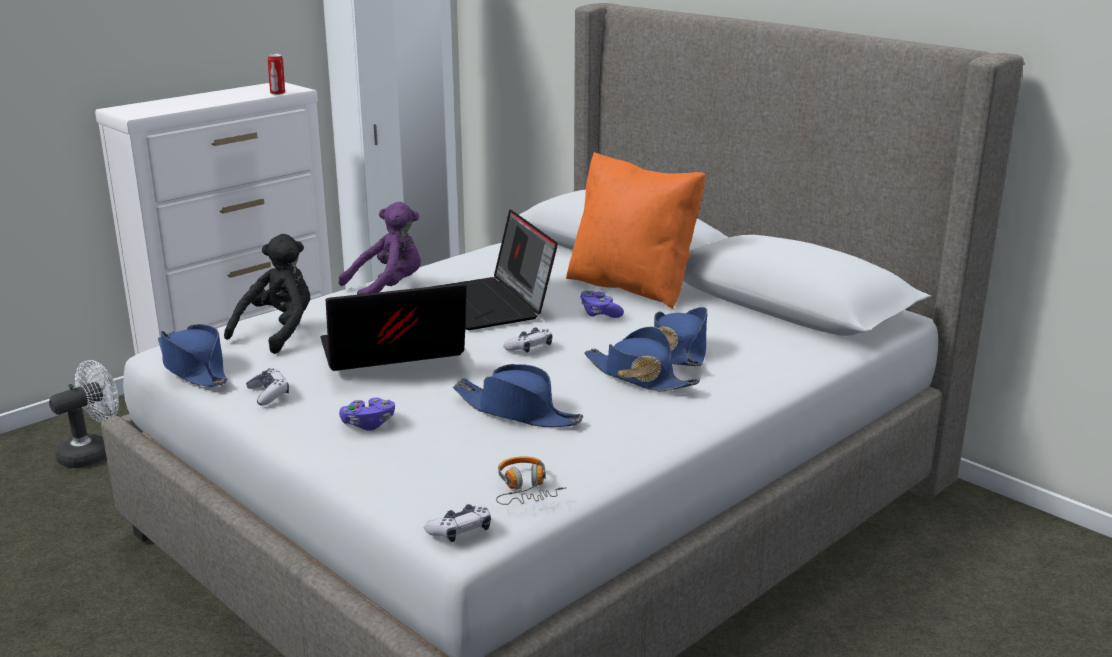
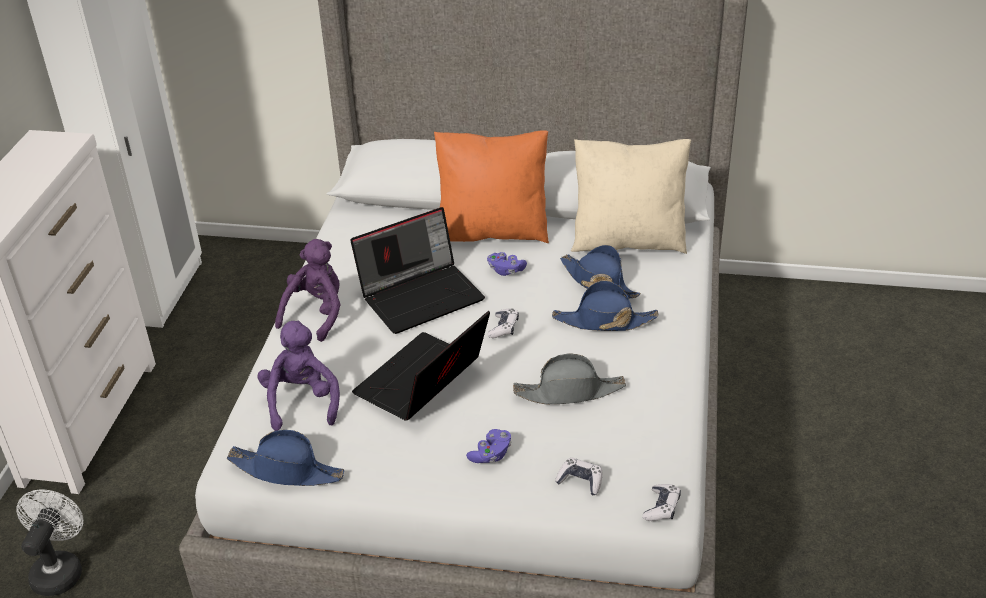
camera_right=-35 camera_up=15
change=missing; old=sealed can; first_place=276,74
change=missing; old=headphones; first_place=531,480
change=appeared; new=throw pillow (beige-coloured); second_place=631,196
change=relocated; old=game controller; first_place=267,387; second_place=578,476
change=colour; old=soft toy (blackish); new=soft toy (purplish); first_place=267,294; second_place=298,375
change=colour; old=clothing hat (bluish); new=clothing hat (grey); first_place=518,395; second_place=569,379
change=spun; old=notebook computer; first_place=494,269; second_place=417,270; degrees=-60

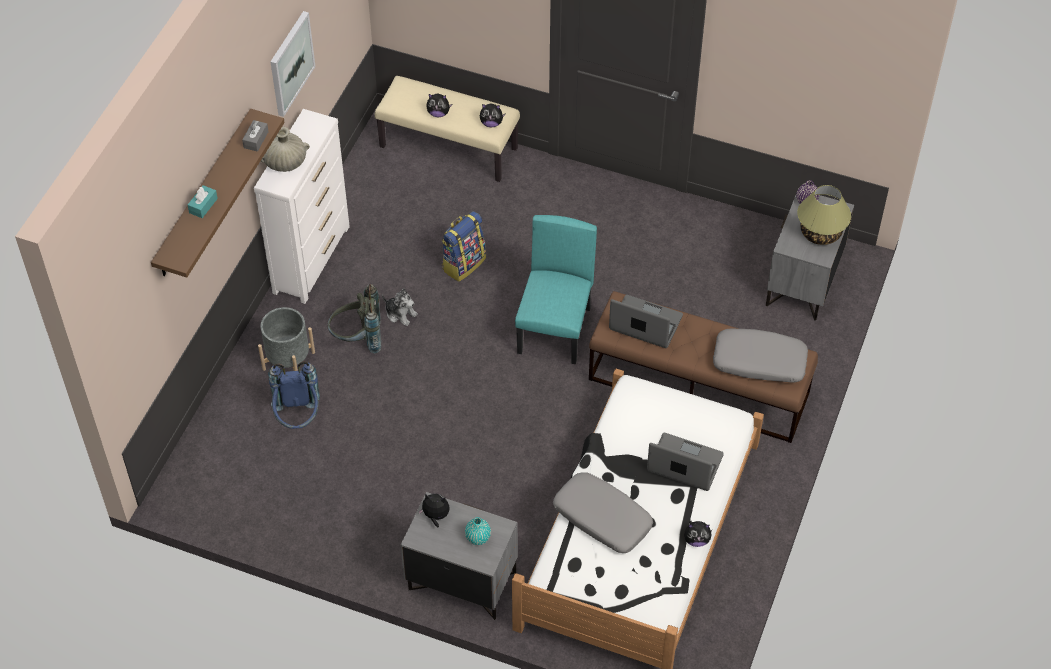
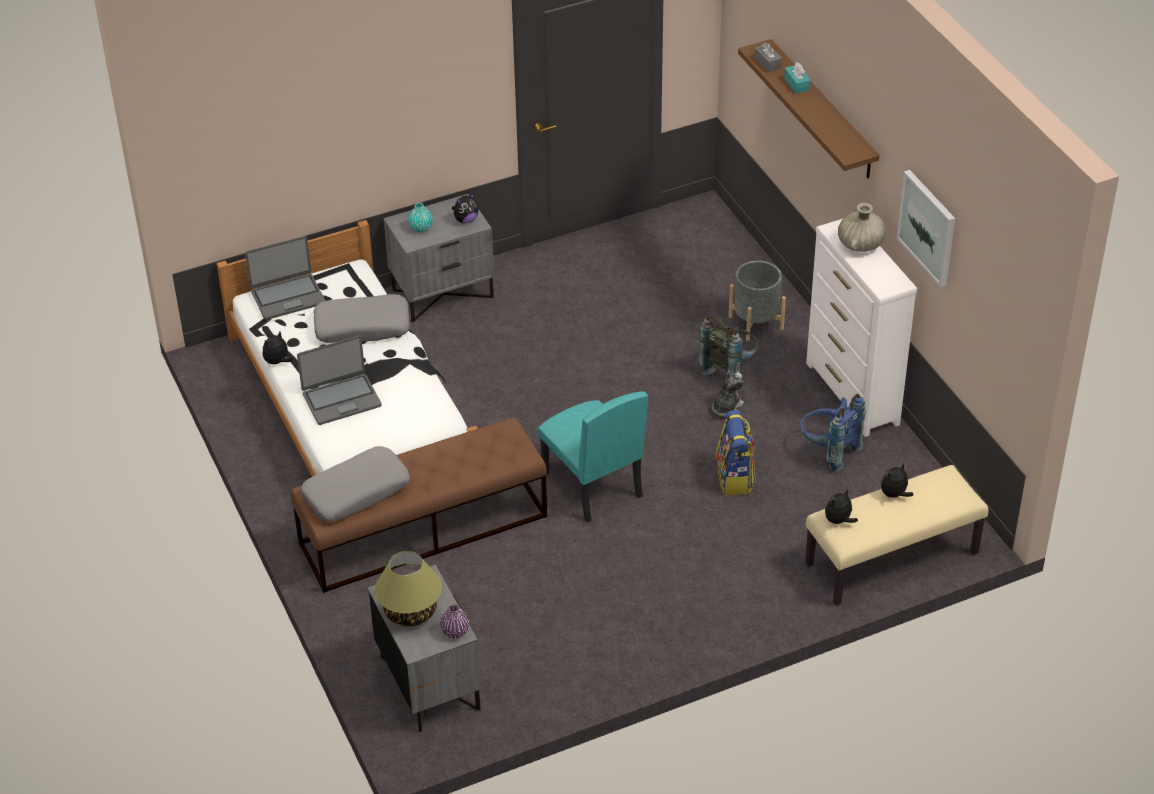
camera_right=135 camera_up=-10
change=relocated; old=tissue holder (grey); first_place=255,136; second_place=768,57
change=relocated; old=rucksack (bluish); first_place=294,395; second_place=833,433
change=relocated; old=notebook computer; first_place=646,321; second_place=285,278
change=spun; old=soft toy; first_place=400,307; second_place=728,393; degrees=135

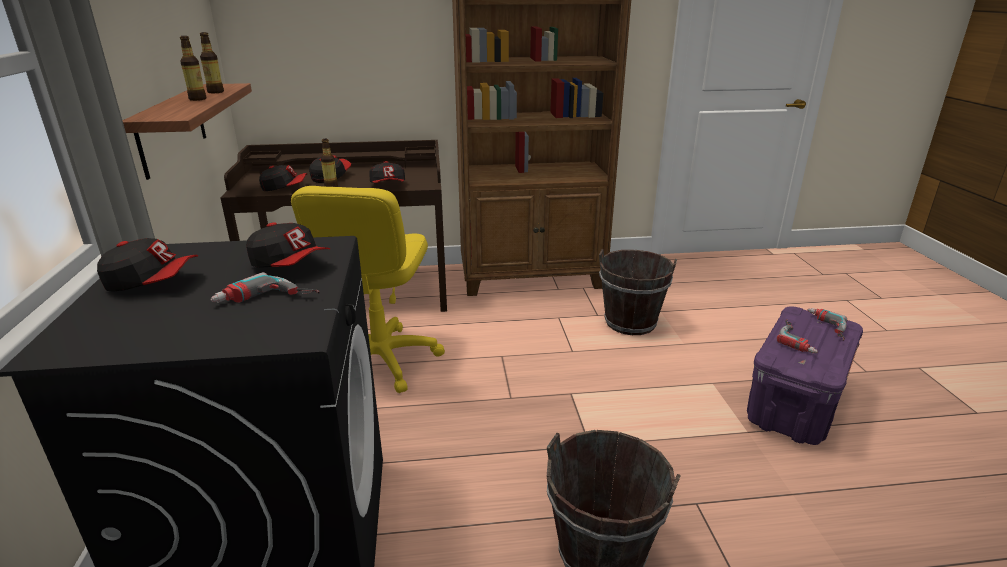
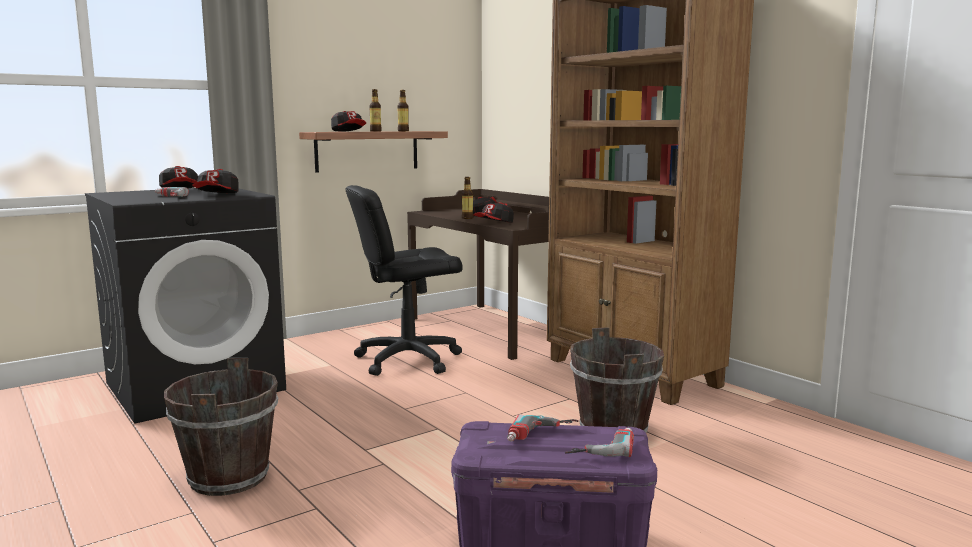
camera_right=60 camera_up=-15
change=relocated; old=baseball cap; first_place=283,178; second_place=348,121
change=colour; old=office chair (yellow); new=office chair (blackish); first_place=368,289; second_place=404,280

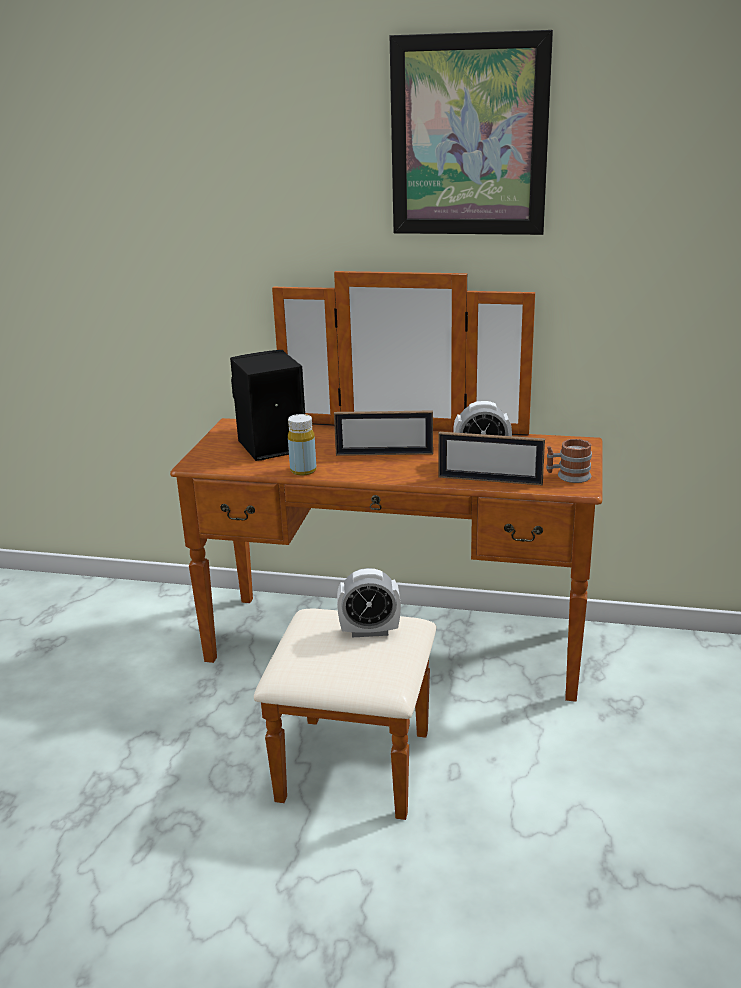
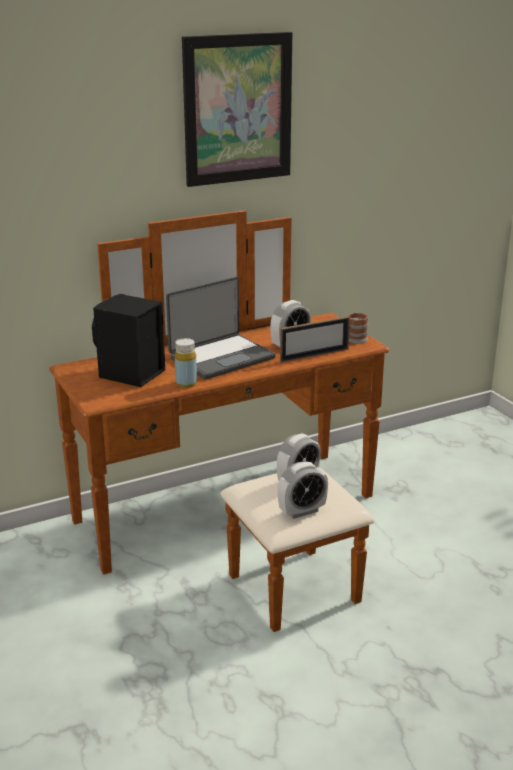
camera_right=-40 camera_up=0
change=appeared; new=bedside clock; second_place=302,490
change=exchanged; old=photo frame; new=notebook computer; first_place=383,433; second_place=221,328

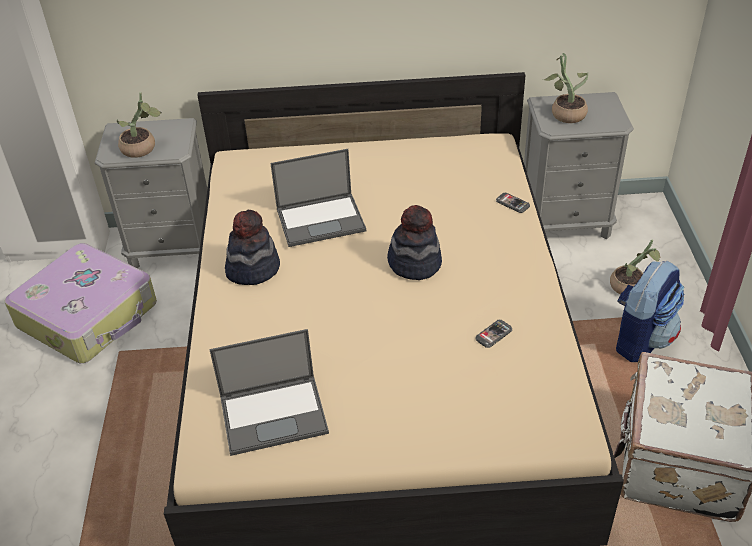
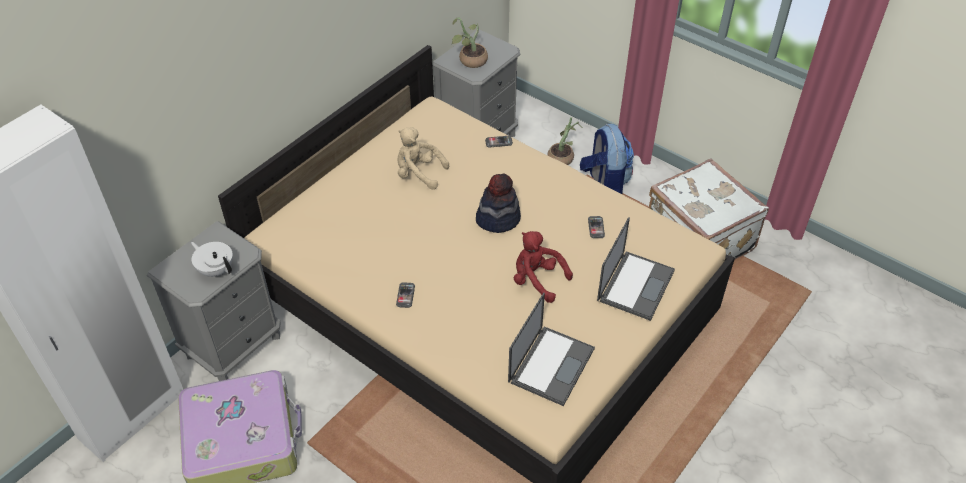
camera_right=-50 camera_up=5
change=appeared; new=soft toy (beige-coloured); second_place=423,158
change=appeared; new=soft toy (reddish); second_place=543,267
change=relocated; old=notebook computer; first_place=318,198; second_place=636,269
change=exchanged; old=potted plant; new=tea pot (whitish); first_place=139,125; second_place=212,259
change=exchanged; old=clothing hat; new=handset; first_place=252,247; second_place=405,295

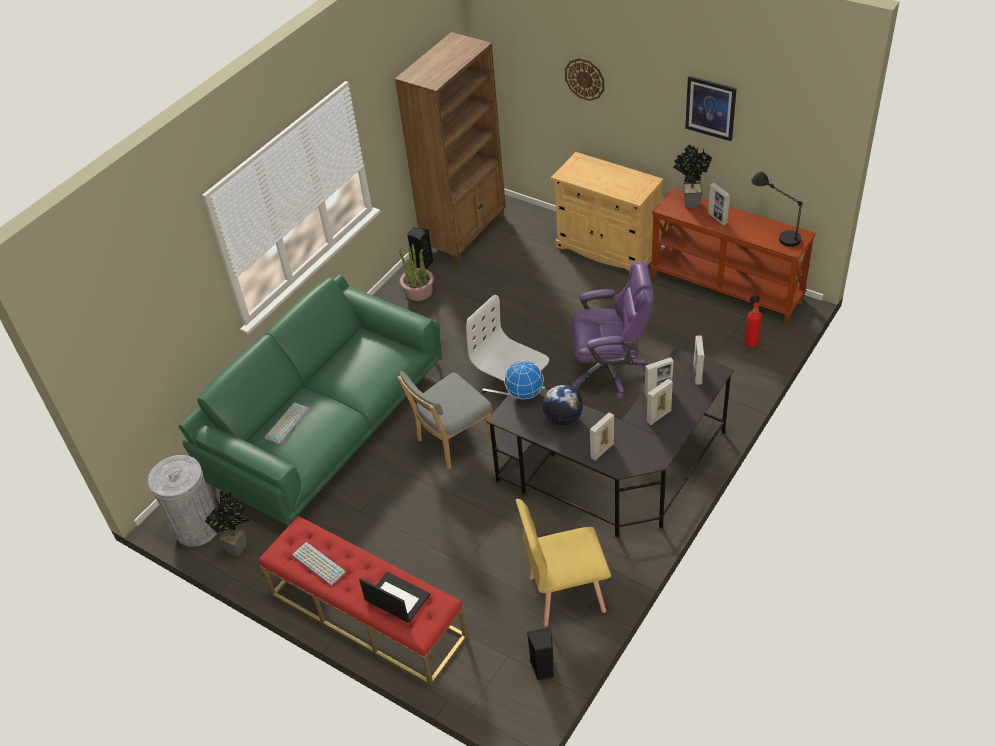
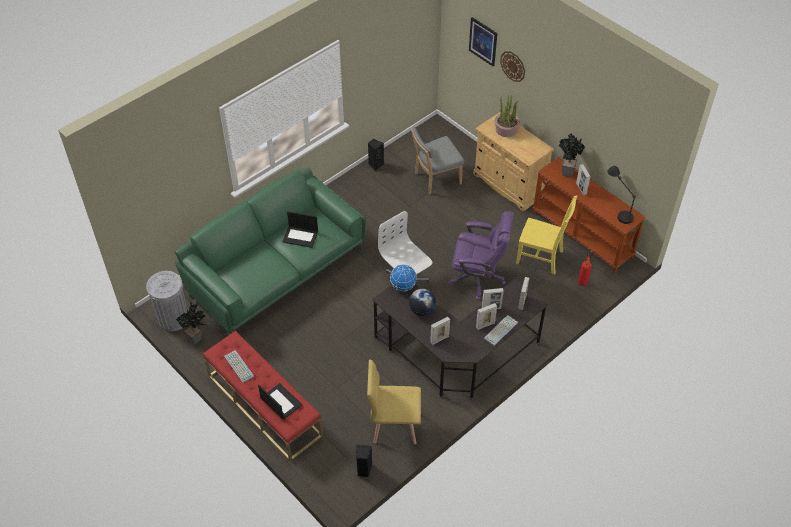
camera_right=10 camera_up=5
change=missing; old=shelving unit (brown-coloured); first_place=450,148
change=appeared; new=notebook computer; second_place=300,229
change=appeared; new=plain chair (yellow); second_place=546,235
change=relocated; old=PC keyboard; first_place=287,423; second_place=501,330
change=relocated; old=plain chair (grey); first_place=445,420; second_place=437,160
change=relocated; old=potted plant; first_place=416,272; second_place=507,116
change=relocated; old=wall picture; first_place=711,108; second_place=483,41

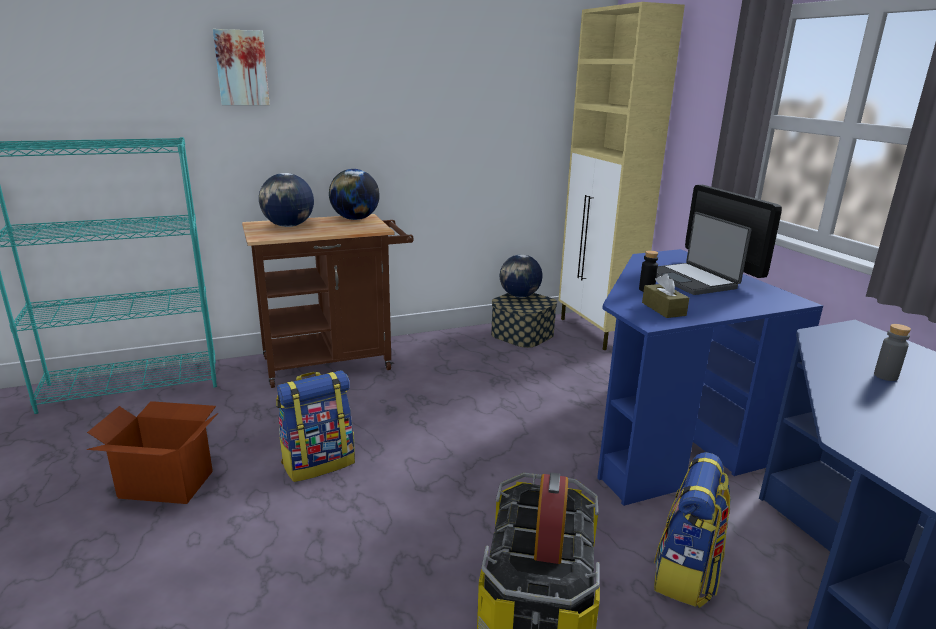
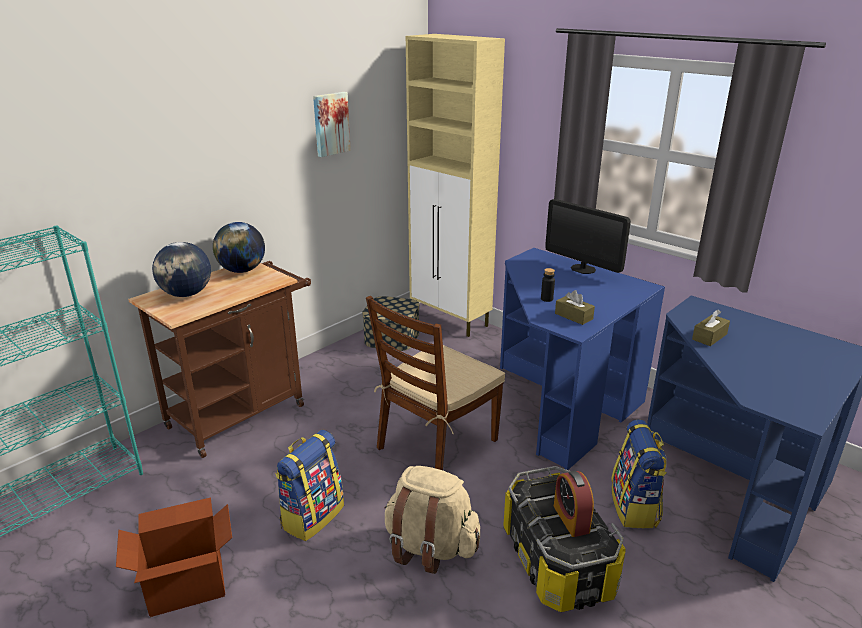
camera_right=-25 camera_up=5
change=missing; old=globe; first_place=521,275
change=missing; old=notebook computer; first_place=704,253
change=missing; old=drink bottle (grey); first_place=892,352
change=appeared; new=plain chair (brown-coloured); second_place=435,383
change=appeared; new=rucksack (beige-coloured); second_place=432,520
change=appeared; new=tissue holder (brown-coloured); second_place=711,328
change=relocated; old=wall picture; first_place=241,67; second_place=332,124

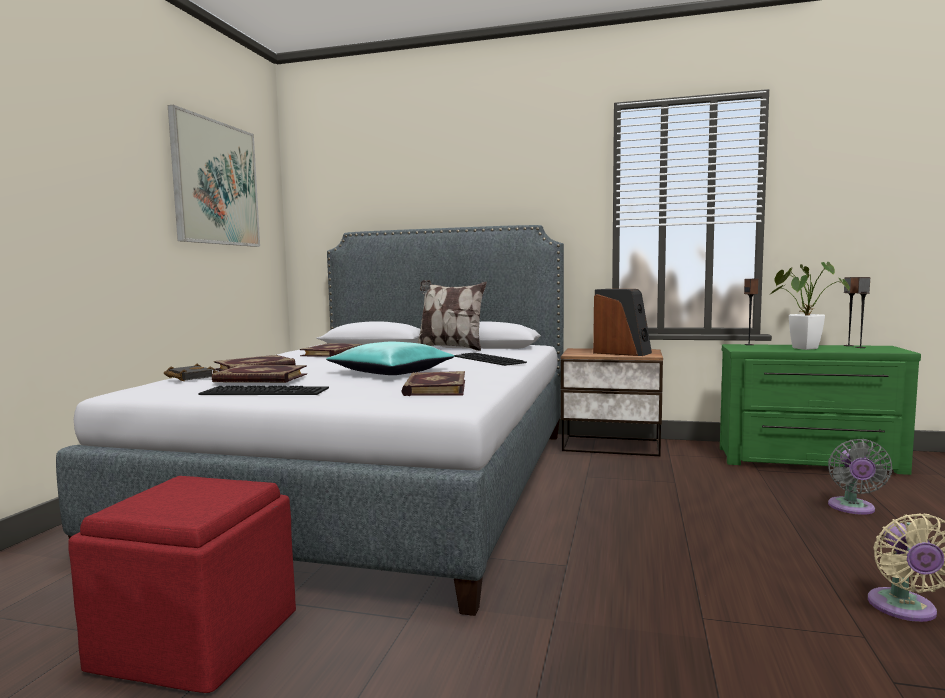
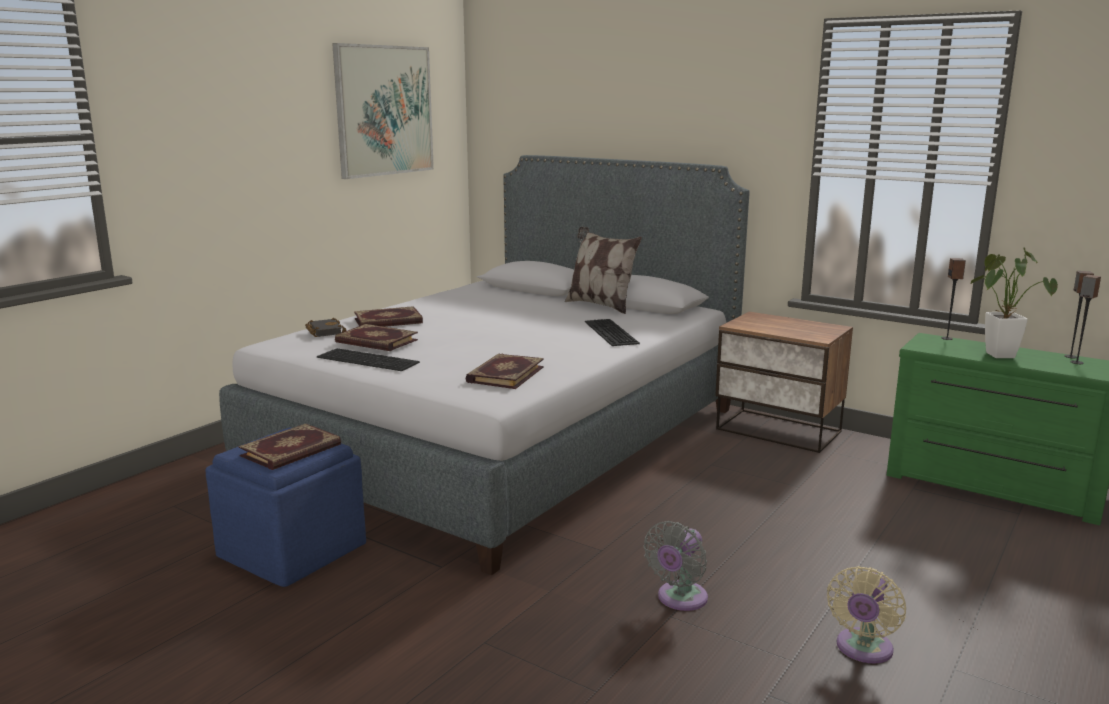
camera_right=20 camera_up=10
change=missing; old=throw pillow (turquoise-coloured); first_place=390,358
change=missing; old=audio speaker; first_place=622,322
change=relocated; old=book; first_place=331,350; second_place=290,446
change=relocated; old=fan (grey); first_place=860,477; second_place=675,566
change=colour; old=ottoman (reddish); new=ottoman (bluish); first_place=182,584; second_place=286,507

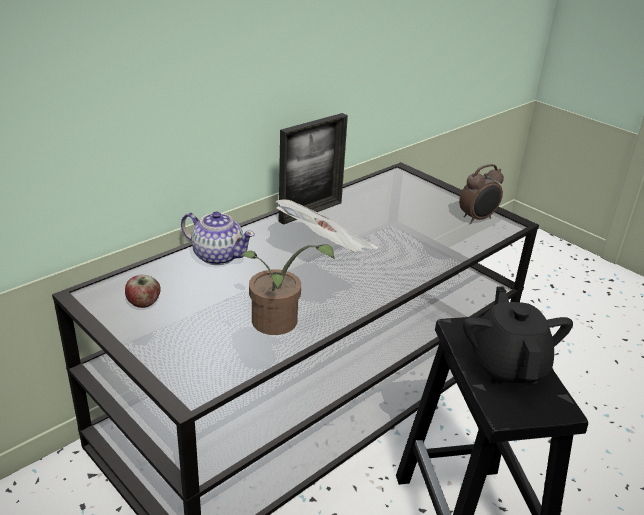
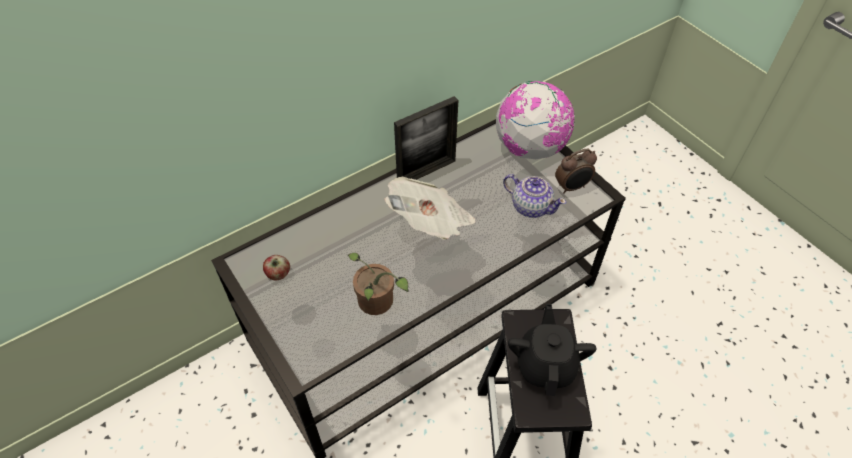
camera_right=10 camera_up=20
change=appeared; new=globe; second_place=535,120
change=relocated; old=tea pot; first_place=218,238; second_place=534,196

